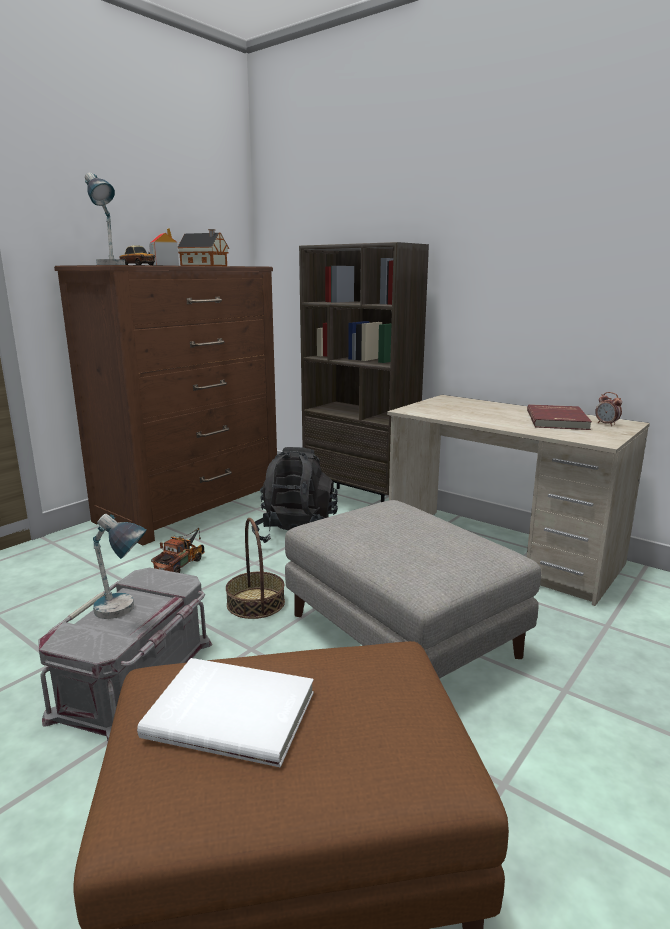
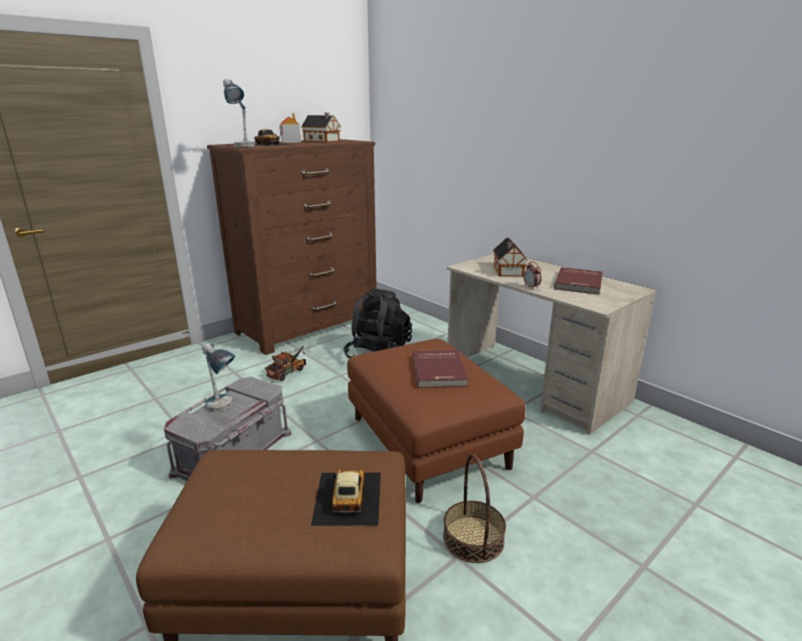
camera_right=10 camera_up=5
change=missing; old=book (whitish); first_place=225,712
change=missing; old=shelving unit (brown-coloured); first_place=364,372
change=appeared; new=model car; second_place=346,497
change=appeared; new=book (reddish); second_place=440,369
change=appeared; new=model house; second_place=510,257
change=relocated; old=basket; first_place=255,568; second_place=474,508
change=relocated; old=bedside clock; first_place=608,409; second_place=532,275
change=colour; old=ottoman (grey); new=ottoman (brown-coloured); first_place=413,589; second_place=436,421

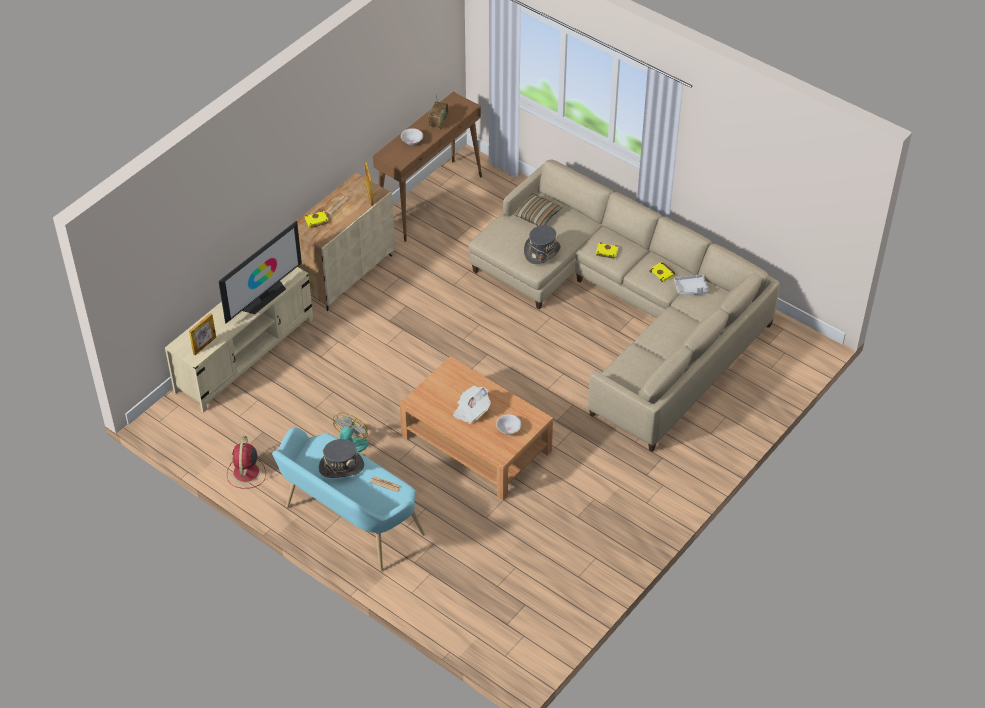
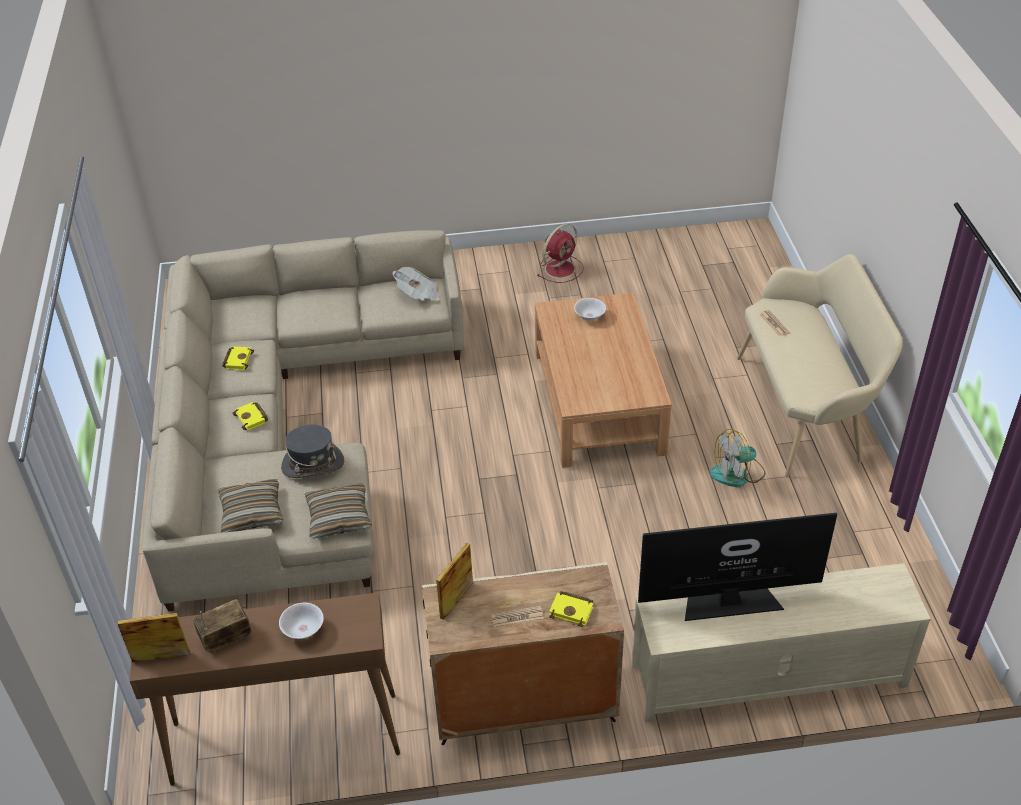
camera_right=-135 camera_up=-5
change=missing; old=clothing hat (grey); first_place=341,458
change=missing; old=carrying tray (grey); first_place=691,284
change=appeared; new=throw pillow; second_place=338,511
change=relocated; old=photo frame; first_place=202,334; second_place=154,638
change=relocated; old=fan (reddish); first_place=246,462; second_place=560,253
change=relocated; old=newspaper; first_place=471,405; second_place=416,284
change=colour; old=long seat (turquoise-coloured); new=long seat (beige-coloured); first_place=348,499; second_place=820,366

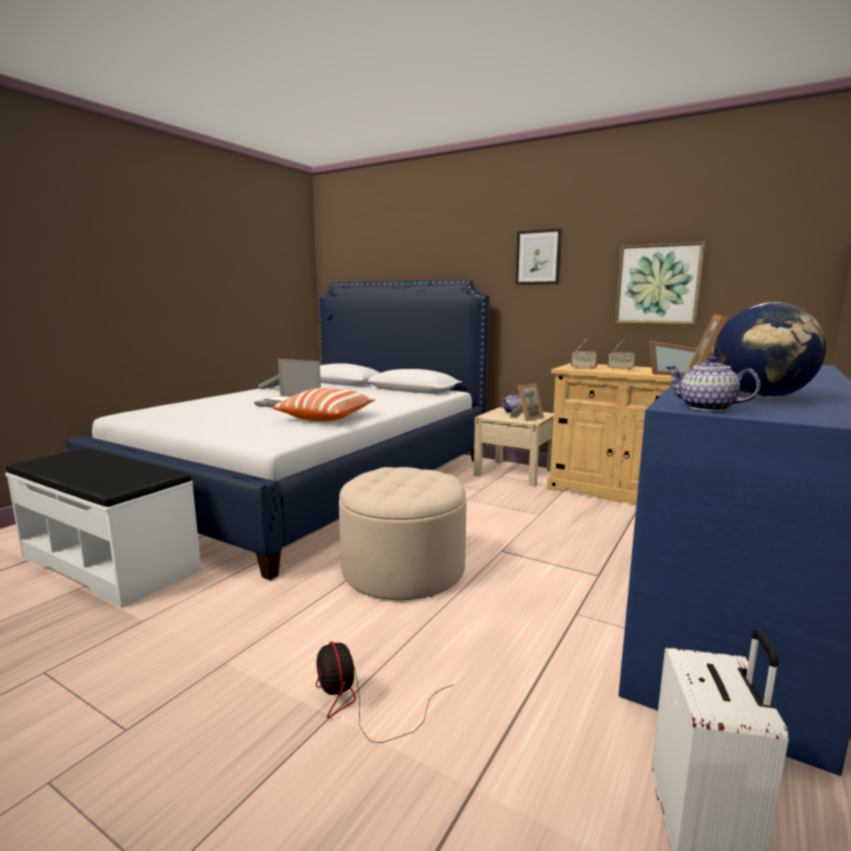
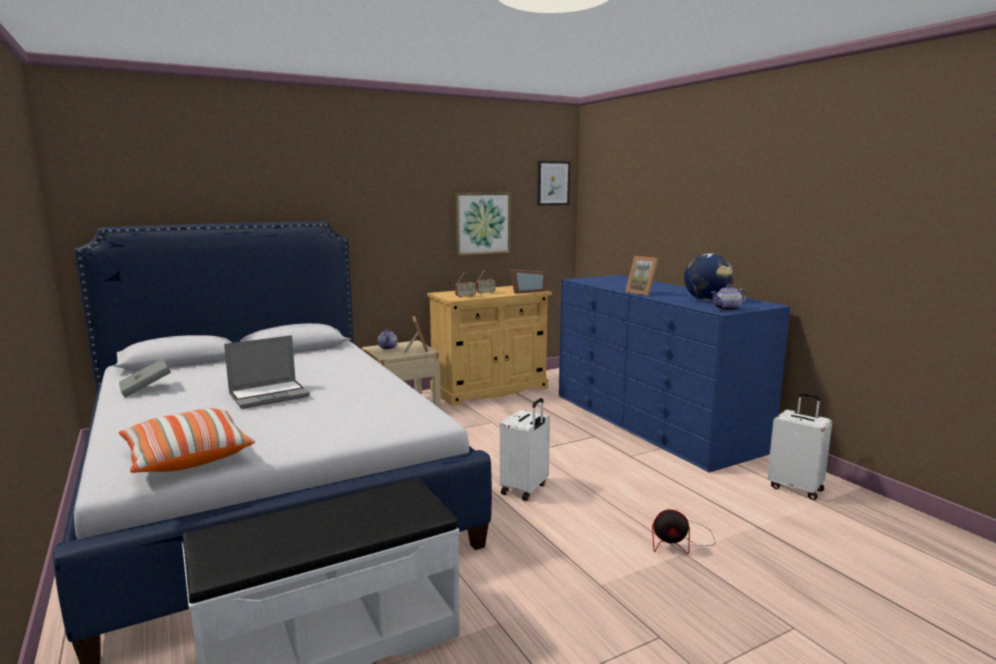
camera_right=-60 camera_up=0
change=relocated; old=throw pillow; first_place=323,404; second_place=187,440
change=relocated; old=wall picture; first_place=538,256; second_place=554,183
change=exchanged; old=ottoman (beige-coloured); new=suitcase (whitish); first_place=402,533; second_place=525,449

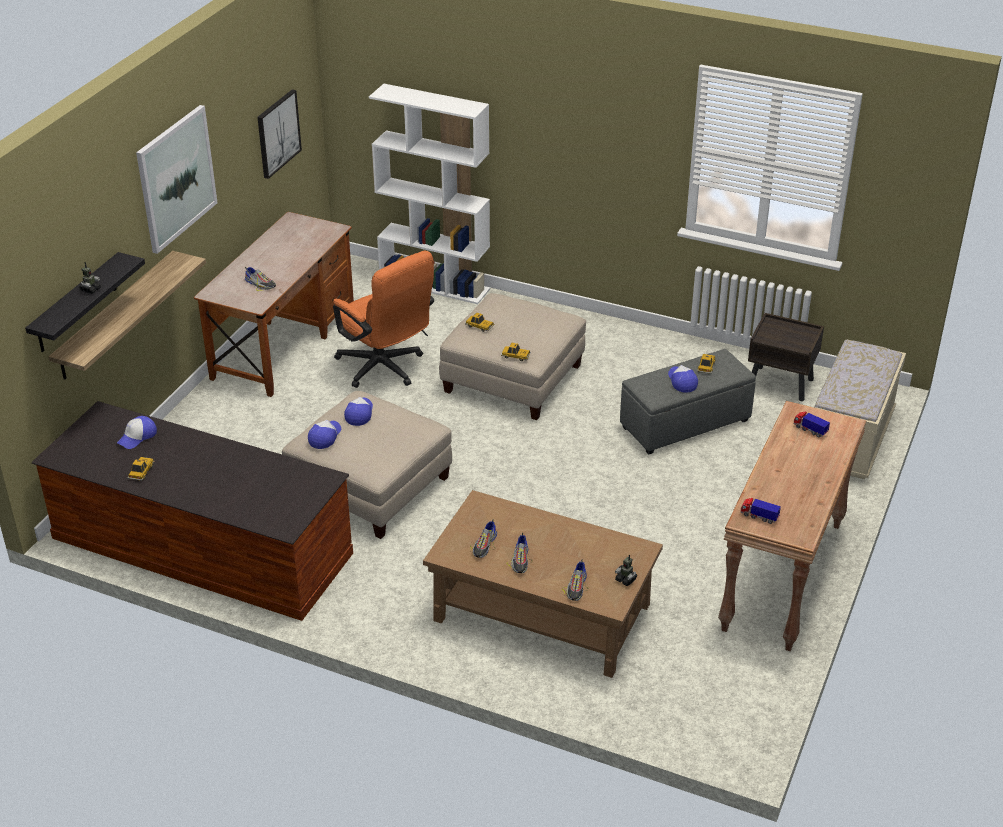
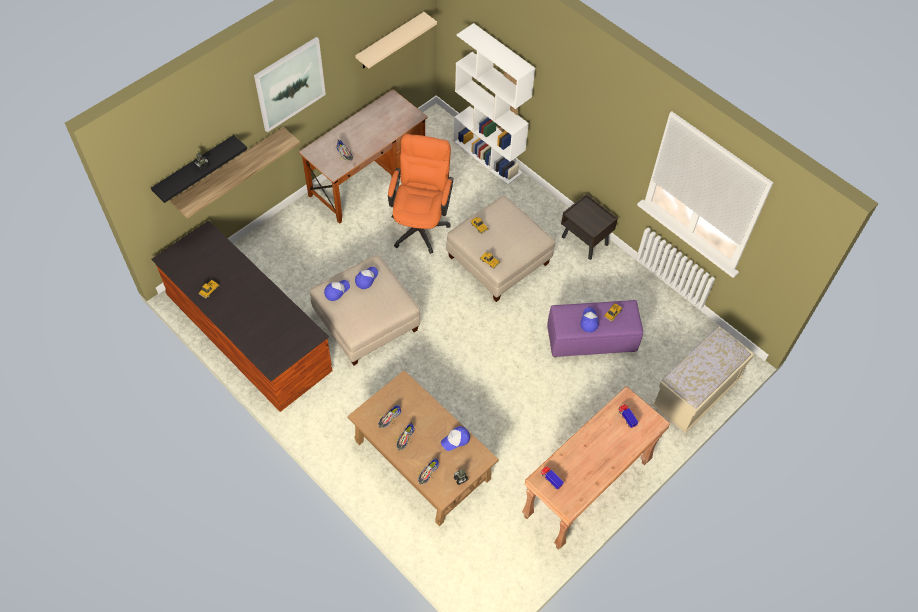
camera_right=20 camera_up=20
change=relocated; old=baseball cap; first_place=137,432; second_place=455,438
change=relocated; old=night table (brown-coloured); first_place=786,357; second_place=589,227
change=exchanged; old=wall picture; new=wall shelf (beige-coloured); first_place=279,134; second_place=396,40
change=colour; old=ottoman (grey); new=ottoman (purplish); first_place=688,402; second_place=595,328
change=spun; old=office chair (orange); first_place=383,319; second_place=420,194; degrees=-150

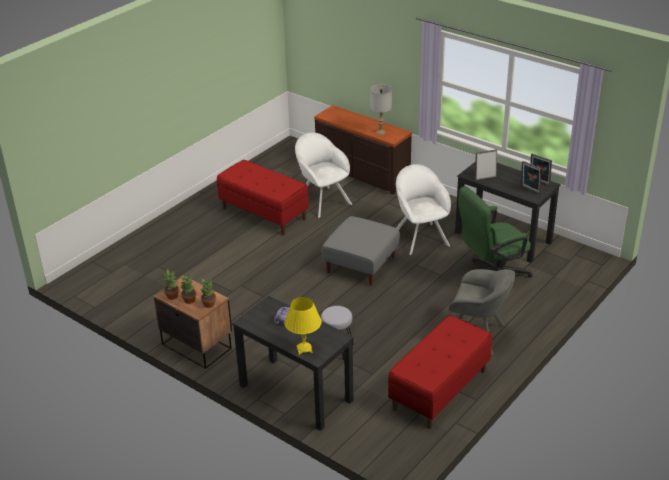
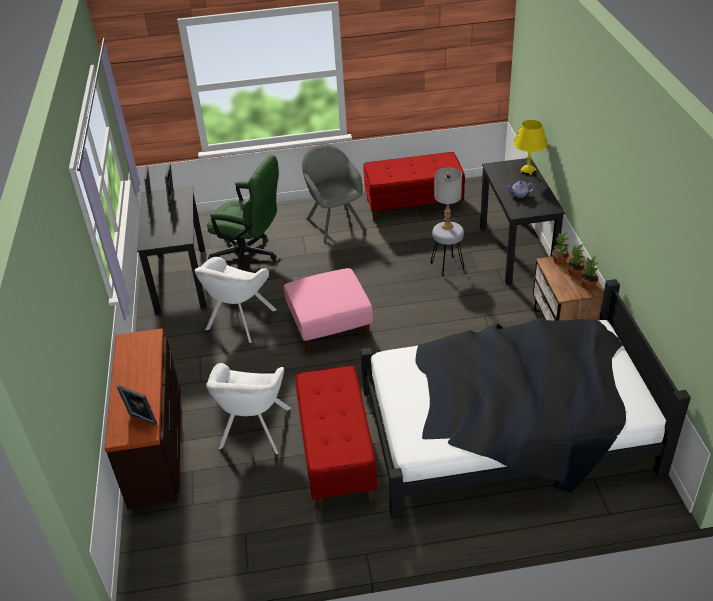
camera_right=-135 camera_up=5
change=appeared; new=bed (blackish); second_place=526,399
change=relocated; old=lamp for a table (grey); first_place=381,109; second_place=448,198
change=relocated; old=photo frame; first_place=486,164; second_place=137,405
change=colour; old=ottoman (grey); new=ottoman (pink); first_place=361,251; second_place=328,310

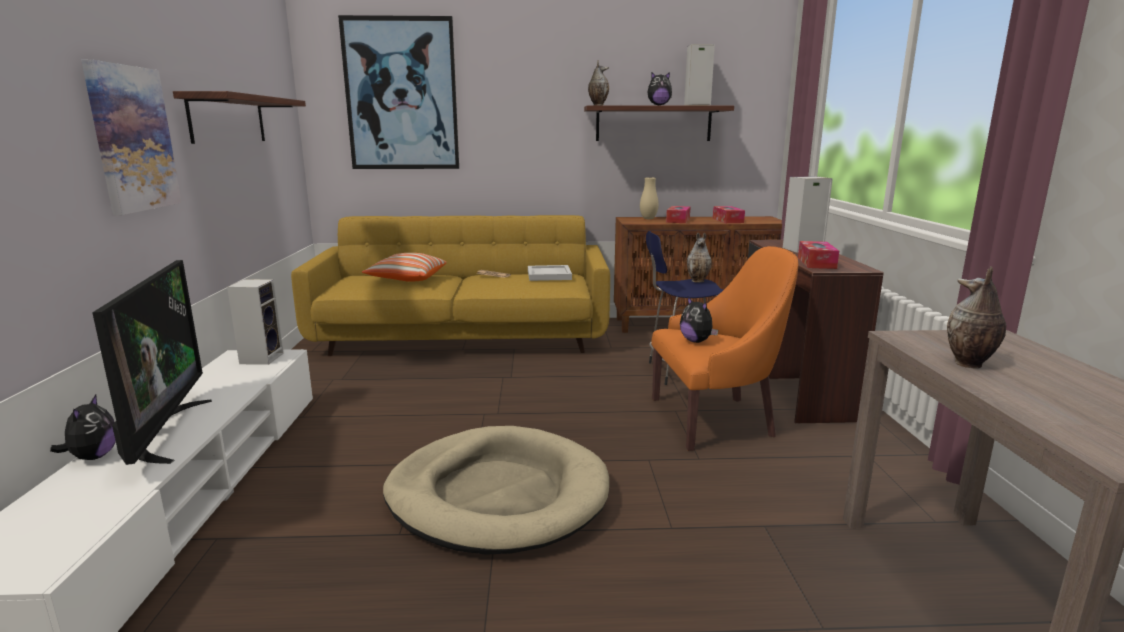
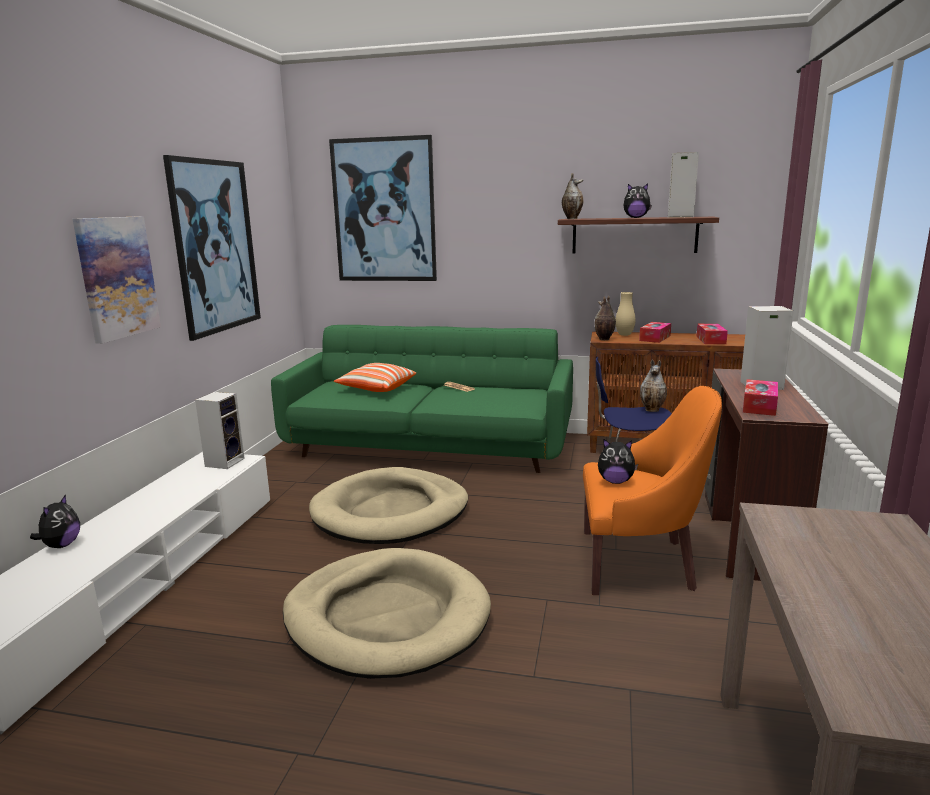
camera_right=15 camera_up=0
change=missing; old=television; first_place=152,362
change=missing; old=carrying tray (whitish); first_place=550,273
change=appeared; new=dog bed (beige-coloured); second_place=388,505
change=relocated; old=vase; first_place=976,317; second_place=605,318
change=exchanged; old=wall shelf; new=wall picture; first_place=239,117; second_place=212,248
change=colour; old=settee (yellow); new=settee (green-coloured); first_place=450,285; second_place=422,399
change=spun; old=soft toy; first_place=699,320; second_place=618,461; degrees=-60

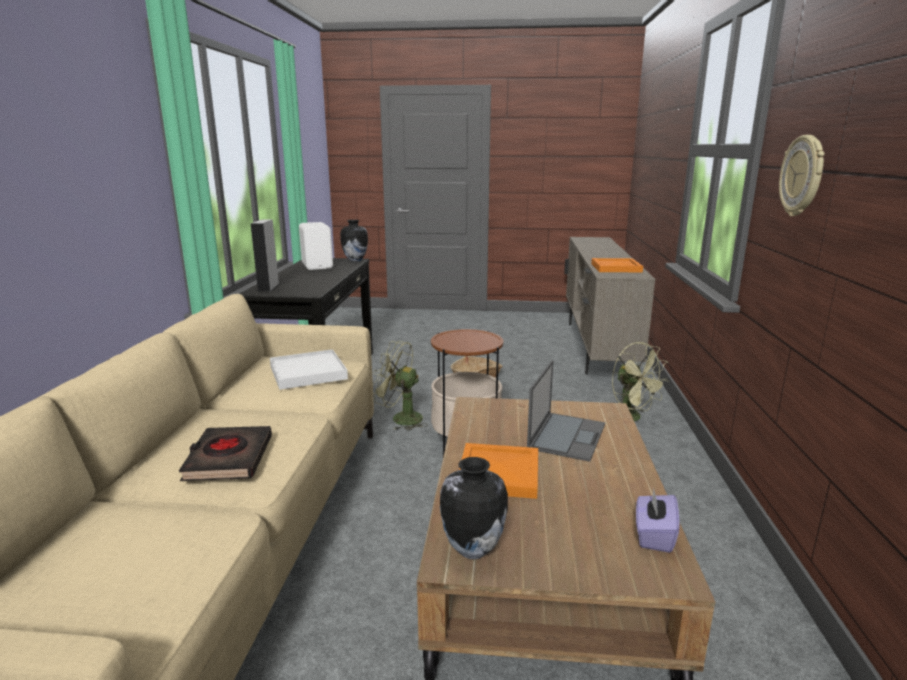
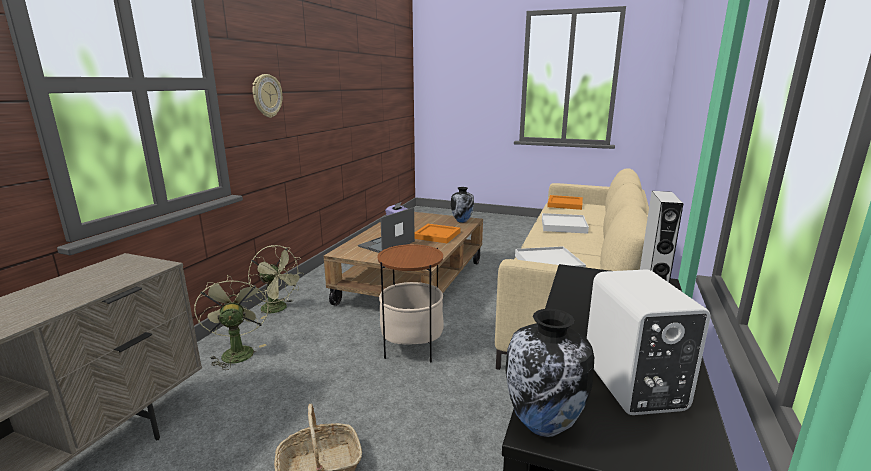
camera_right=-165 camera_up=0
change=relocated; old=fan (green-coloured); first_place=400,386; second_place=275,282
change=relocated; old=carrying tray (orange); first_place=617,265; second_place=565,202
change=exchanged; old=book (blackish); new=carrying tray (whitish); first_place=225,453; second_place=565,223

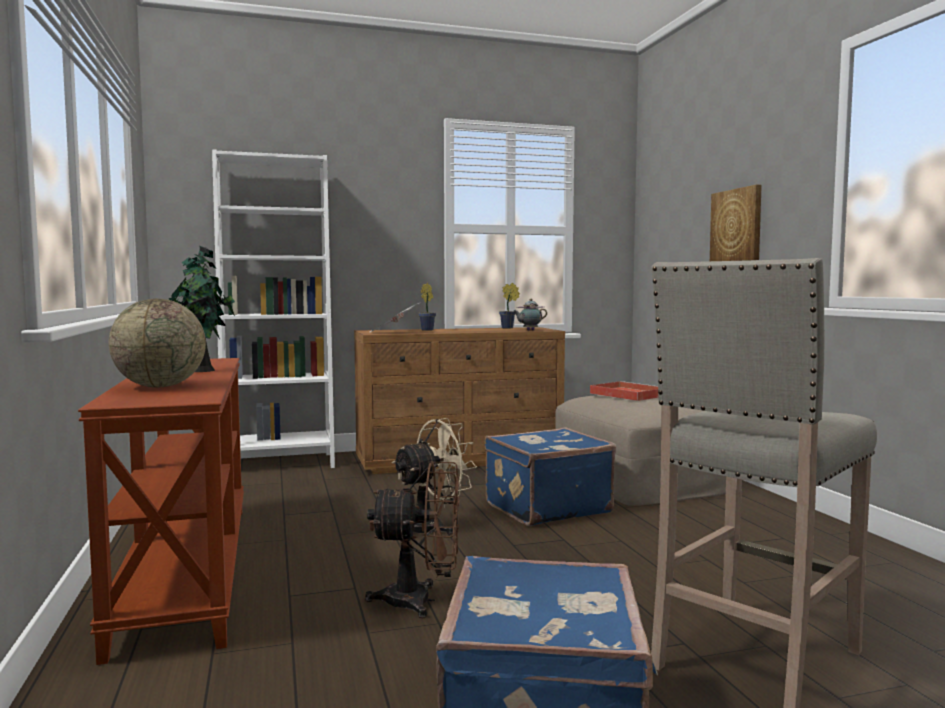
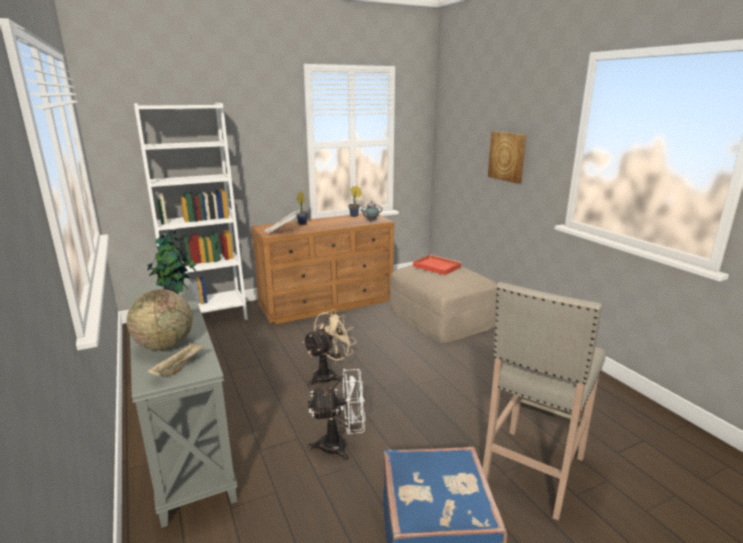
camera_right=-10 camera_up=15
change=missing; old=suitcase (bluish); first_place=550,476
change=appeared; new=carrying tray (beige-coloured); second_place=176,359
change=colour; old=console table (brown-coloured); new=console table (grey); first_place=161,511; second_place=183,403
change=colour; old=fan (brown-coloured); new=fan (whitish); first_place=412,540; second_place=336,414

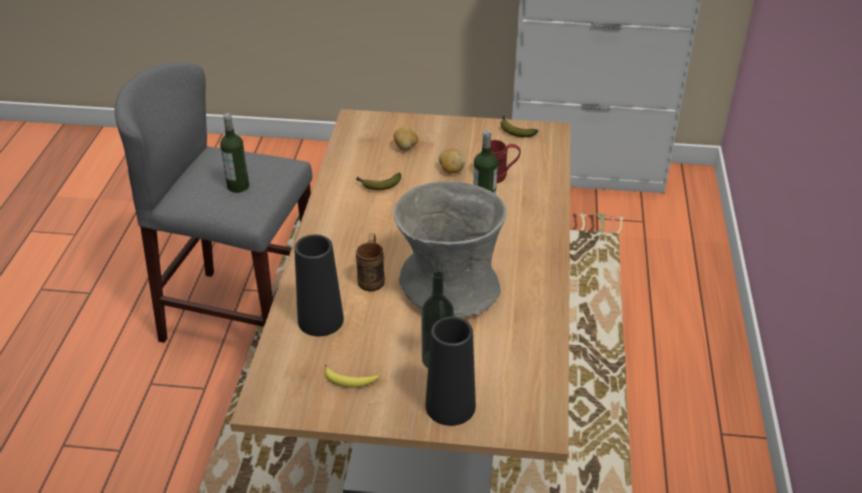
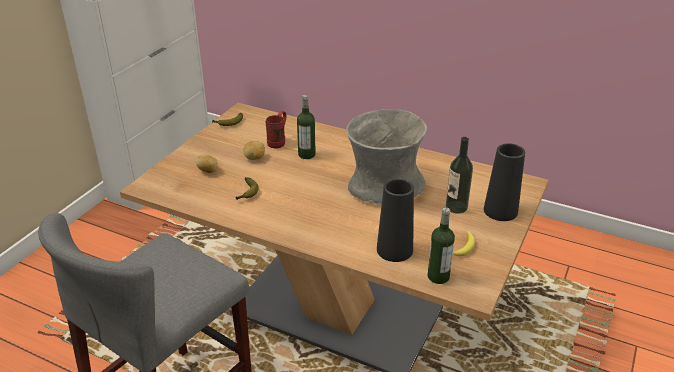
camera_right=-70 camera_up=-5
change=missing; old=tea mug (brown-coloured); first_place=370,262
change=relocated; old=drink bottle; first_place=234,153; second_place=441,245

